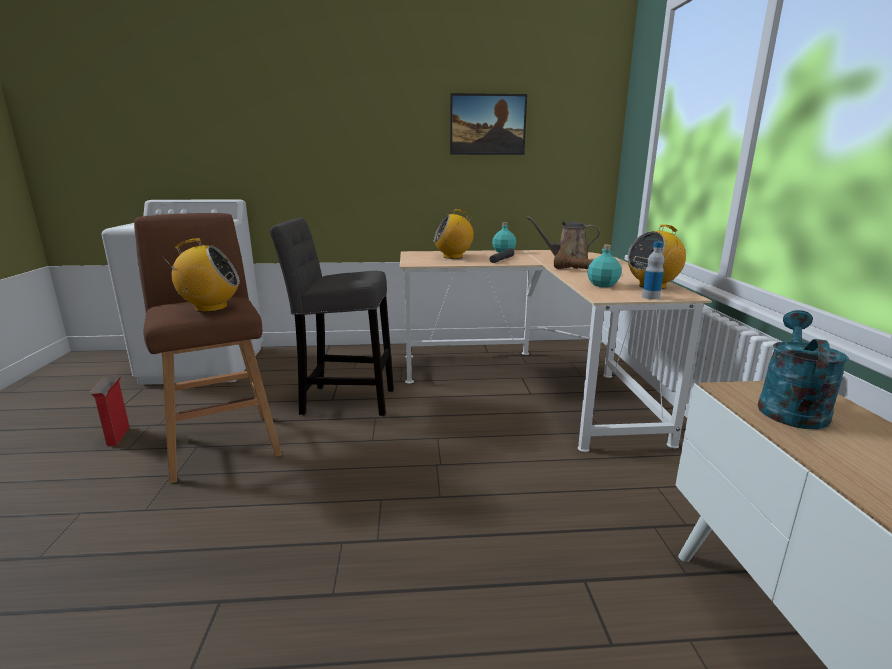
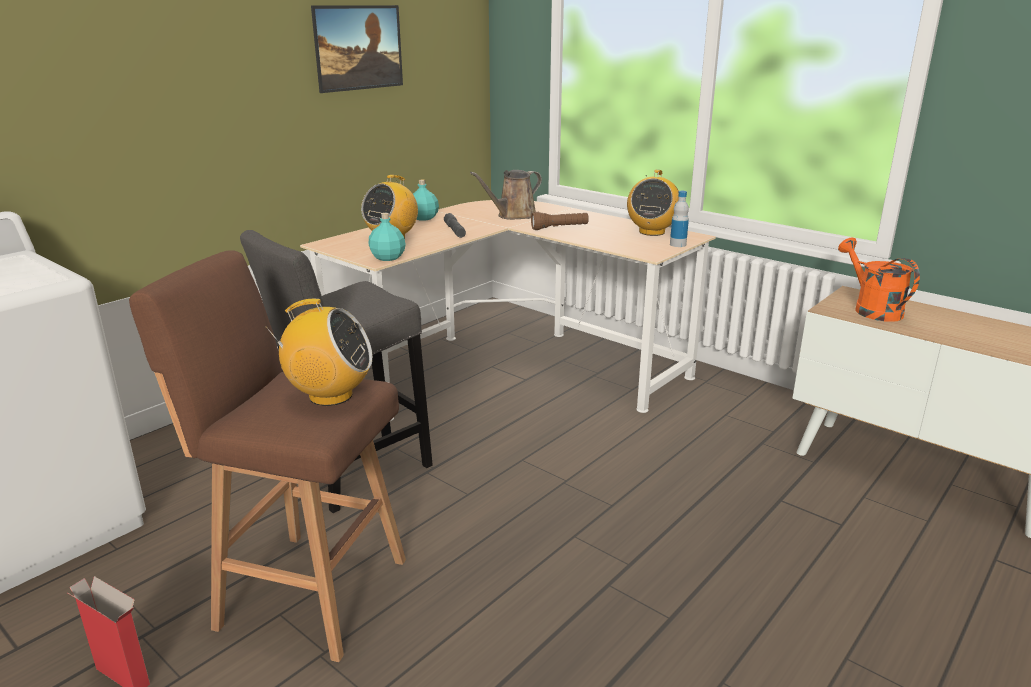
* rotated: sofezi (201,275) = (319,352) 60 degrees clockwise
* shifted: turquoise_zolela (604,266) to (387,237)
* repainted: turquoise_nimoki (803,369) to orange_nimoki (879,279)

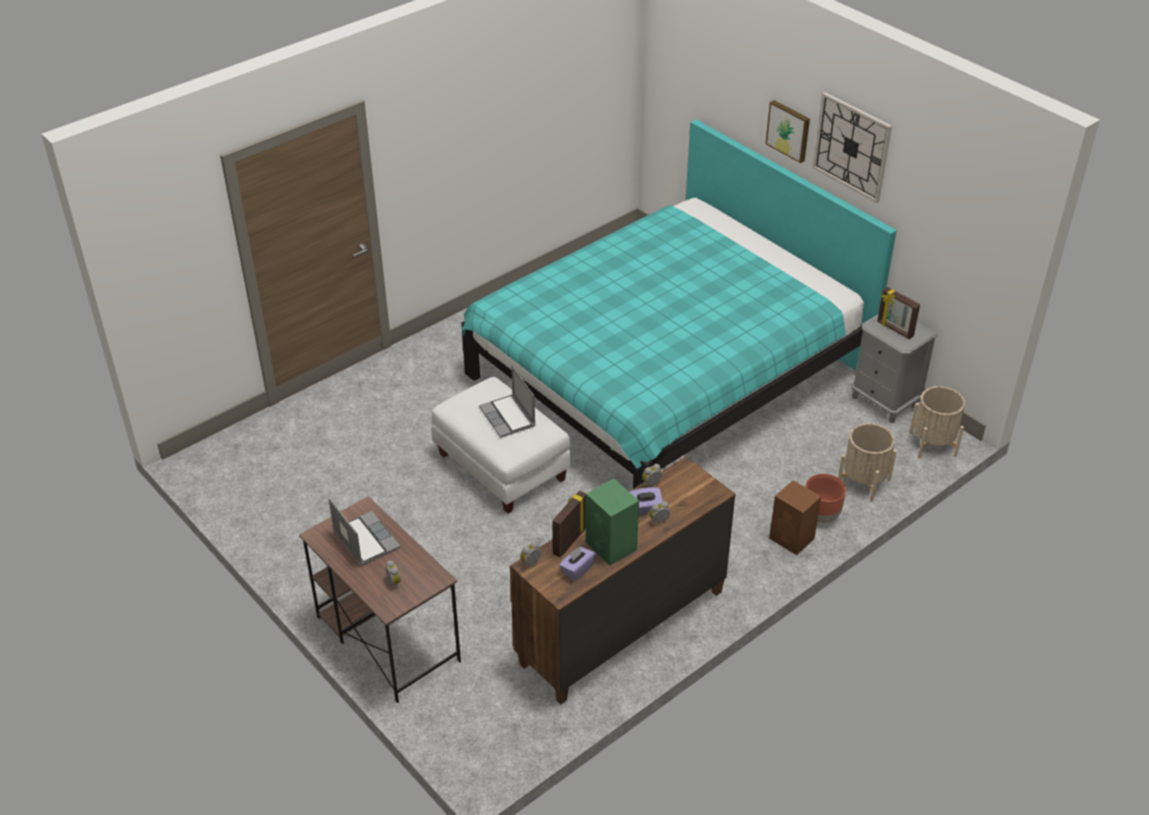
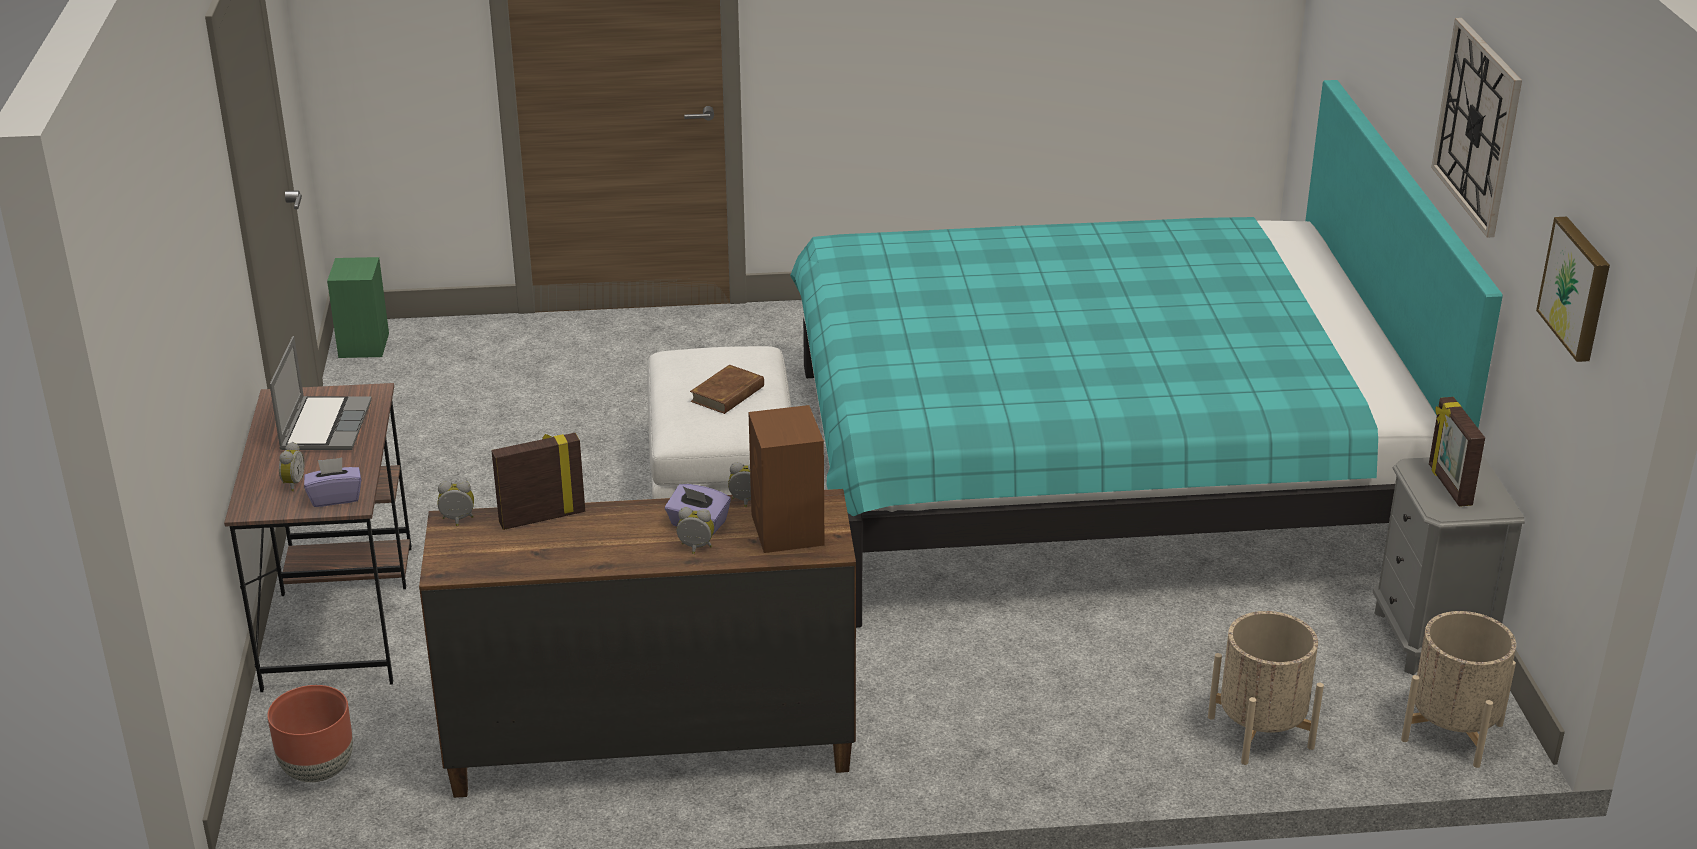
* shifted: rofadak (787,131) to (1573,289)
* swapped: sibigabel (507,402) to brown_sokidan (727,389)
* shifted: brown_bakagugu (825,498) to (310,733)
* shifted: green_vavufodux (612,522) to (358,307)
* shifted: brown_vavufodux (795,517) to (786,479)
* shifted: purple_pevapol (577,563) to (332,482)

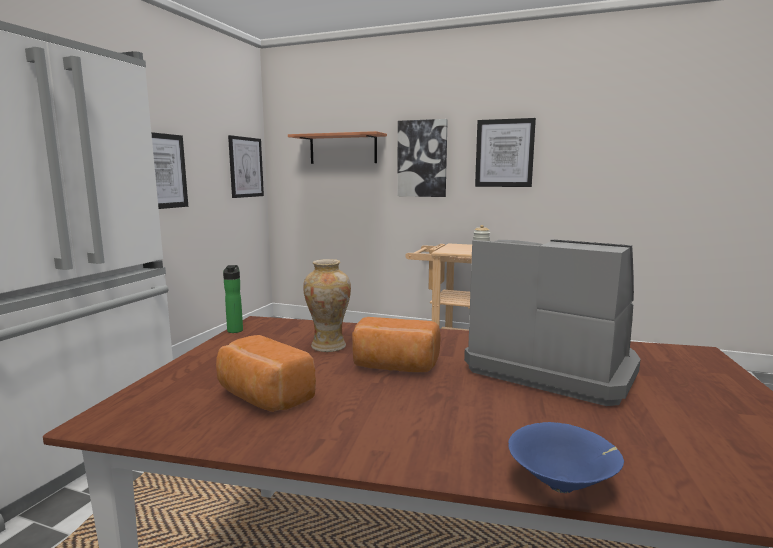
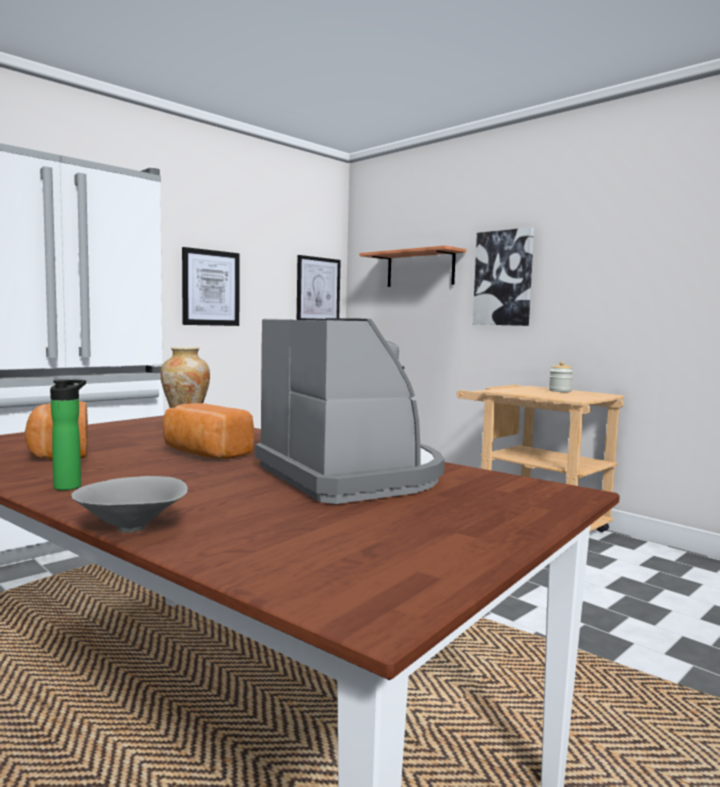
* gone: rofadak (505,152)
* shifted: zolela (233,299) to (68,434)
* repainted: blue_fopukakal (566,457) to grey_fopukakal (129,504)

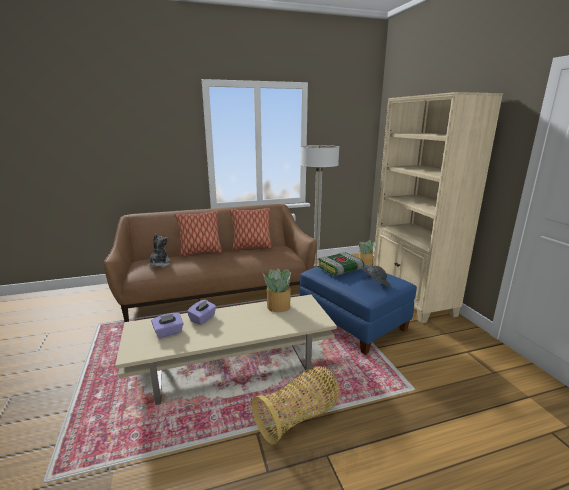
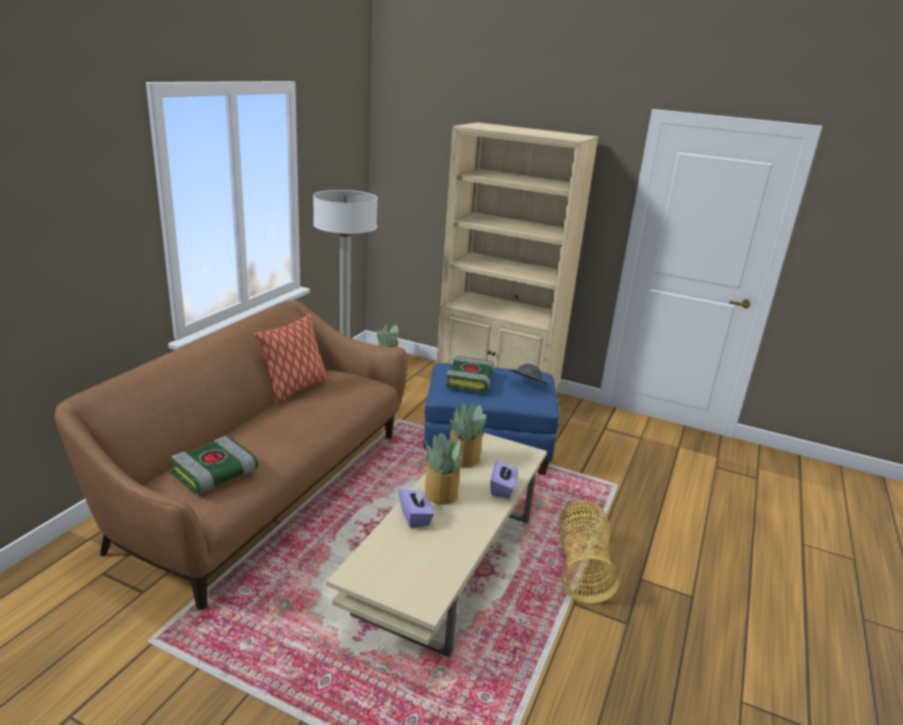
* gone: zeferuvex (199,233)
* swapped: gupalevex (160,250) to sokidan (213,465)
* shifted: purple_pevapol (167,325) to (504,480)
* new: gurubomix (444,468)

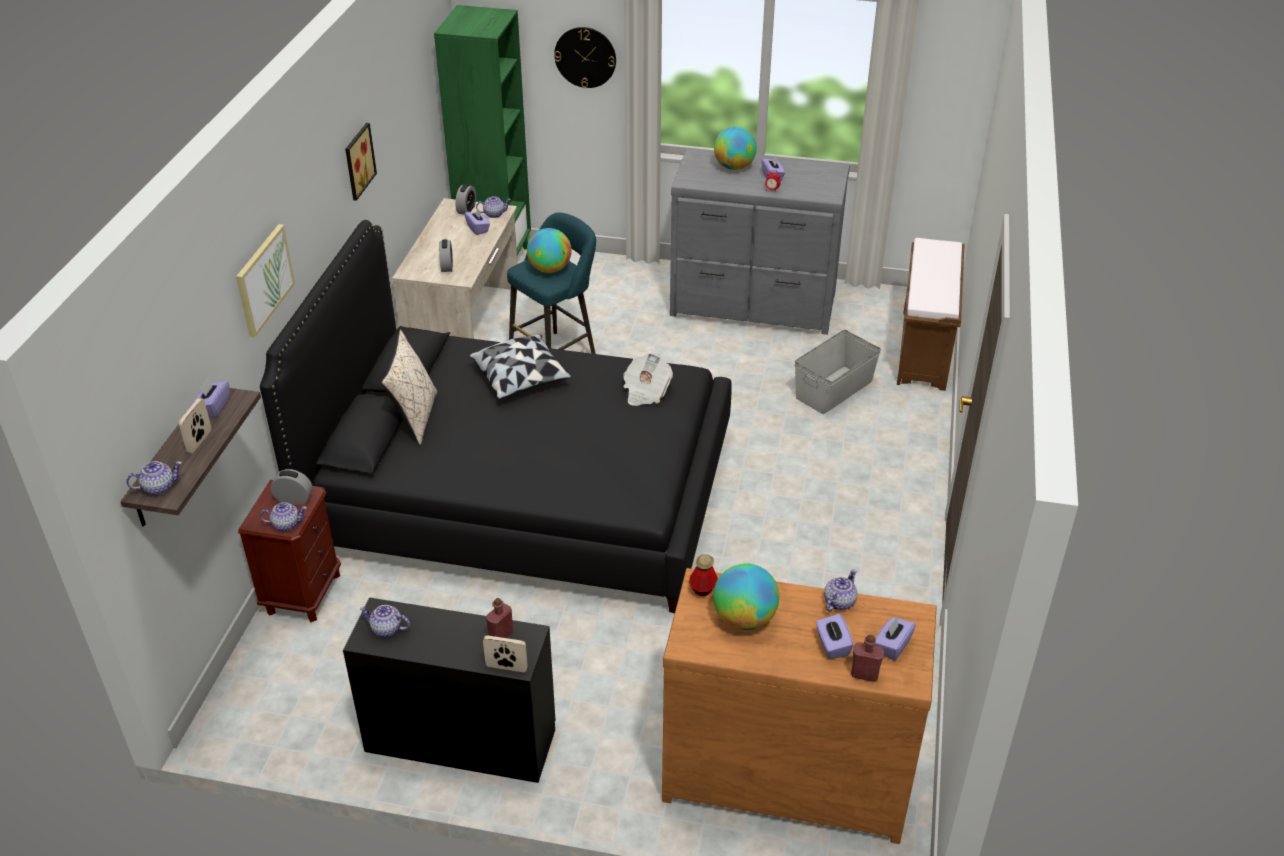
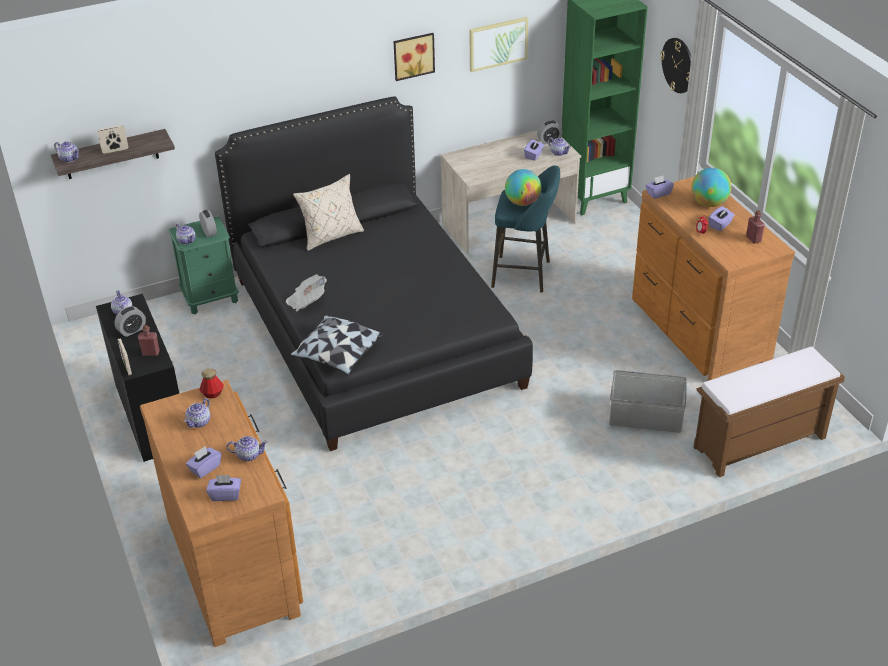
* repainted: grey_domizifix (760,242) to brown_domizifix (713,278)
* shifted: rofadak (265,280) to (499,44)
* shifted: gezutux (446,255) to (130,321)
* shifted: zeferuvex (520,367) to (337,345)
* shifted: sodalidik (648,379) to (306,292)
* shifted: purple_pevapol (210,398) to (660,187)
* repainted: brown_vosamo (289,551) to green_vosamo (203,265)
* swapped: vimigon (746,596) to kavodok (197,413)
* shifted: red_zolela (867,658) to (755,226)

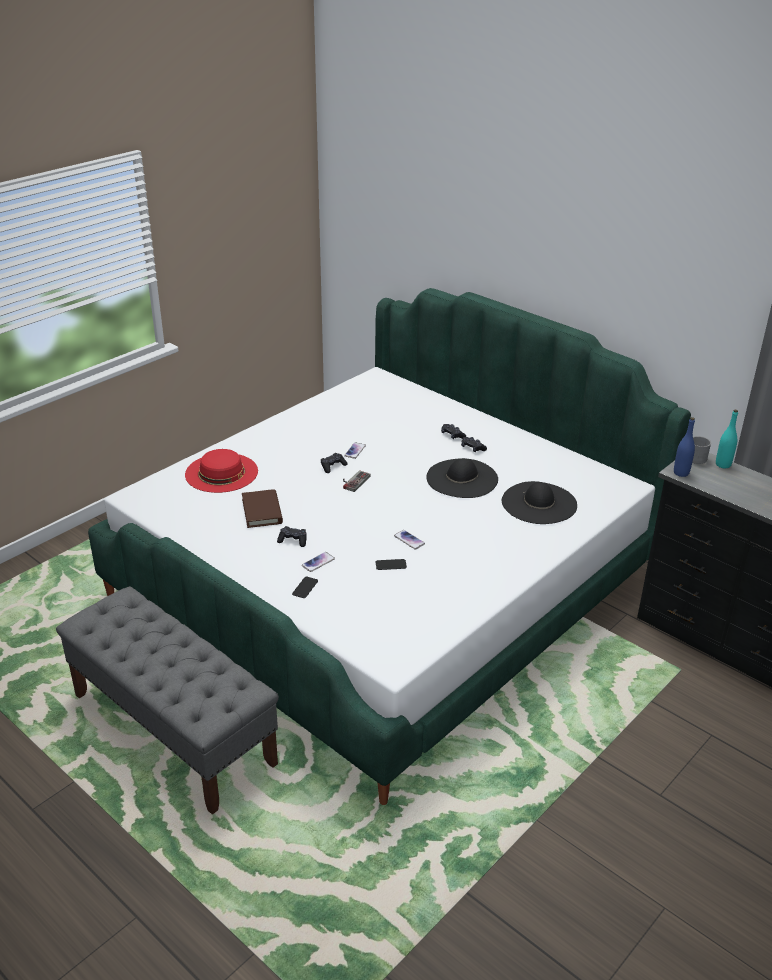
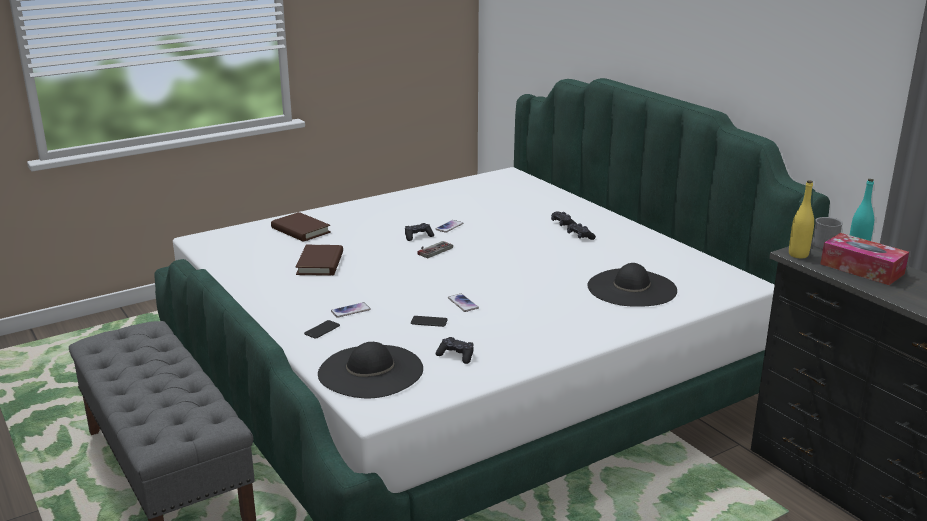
* repainted: blue_zolela (684,447) to yellow_zolela (801,219)
* swapped: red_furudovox (221,471) to brown_sokidan (301,227)
* shifted: black_furudovox (462,478) to (370,370)
* shifted: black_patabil (292,536) to (455,350)
* new: pevapol (864,259)

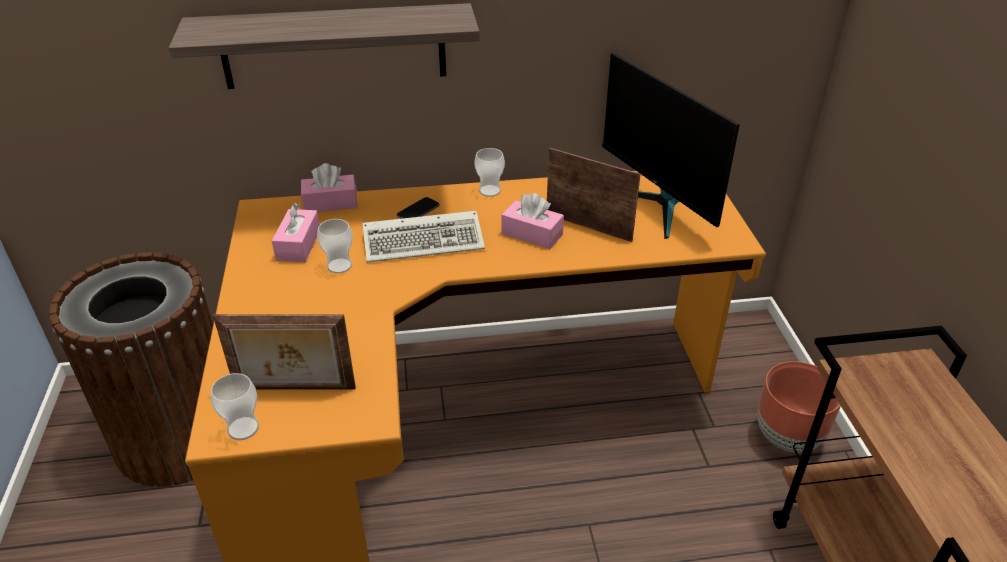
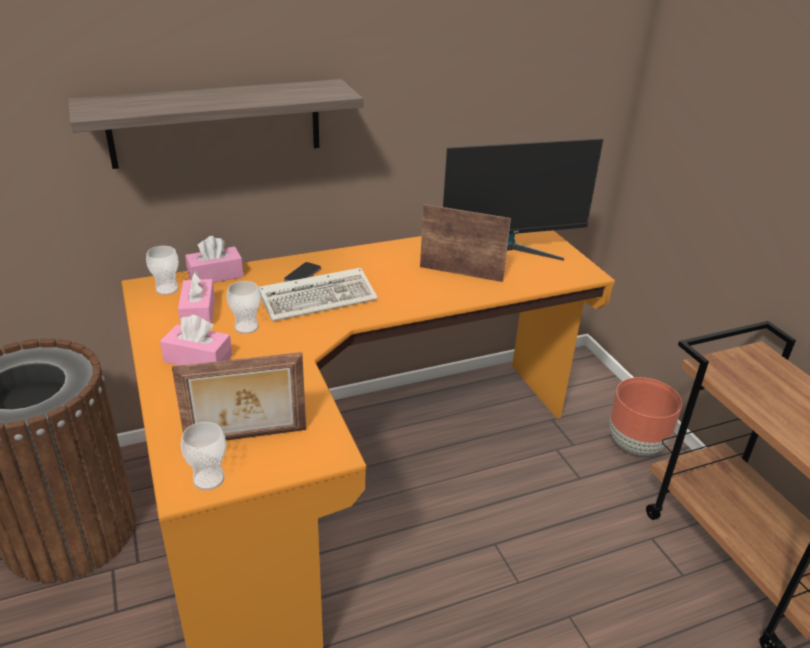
* rotated: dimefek (671,146) = (523,200) 60 degrees counterclockwise
* shifted: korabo (490,172) to (162,270)
* shifted: pink_pevapol (532,221) to (196,340)

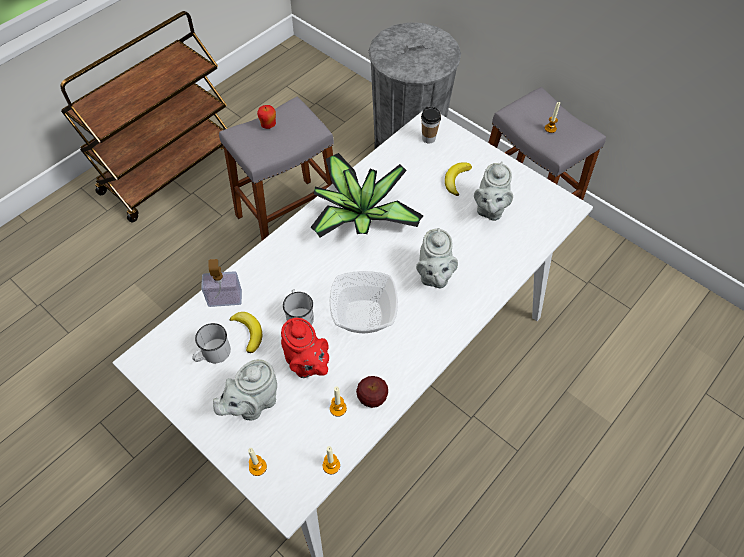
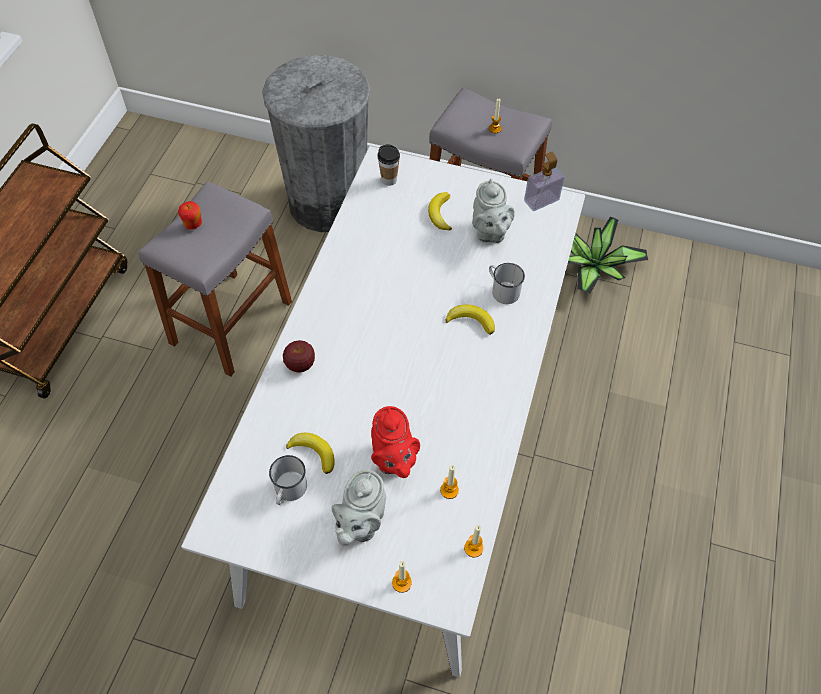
* shifted: gurubomix (367,195) to (608,255)
* swapped: grey_kavodok (437,258) to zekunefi (470,320)
* shifted: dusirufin (221,283) to (544,181)
* gone: fopukakal (364,302)
* shifted: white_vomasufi (298,307) to (507,283)
* rotated: red_kavodok (305,348) = (395,442) 45 degrees clockwise
* shifted: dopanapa (372,392) to (299,356)

